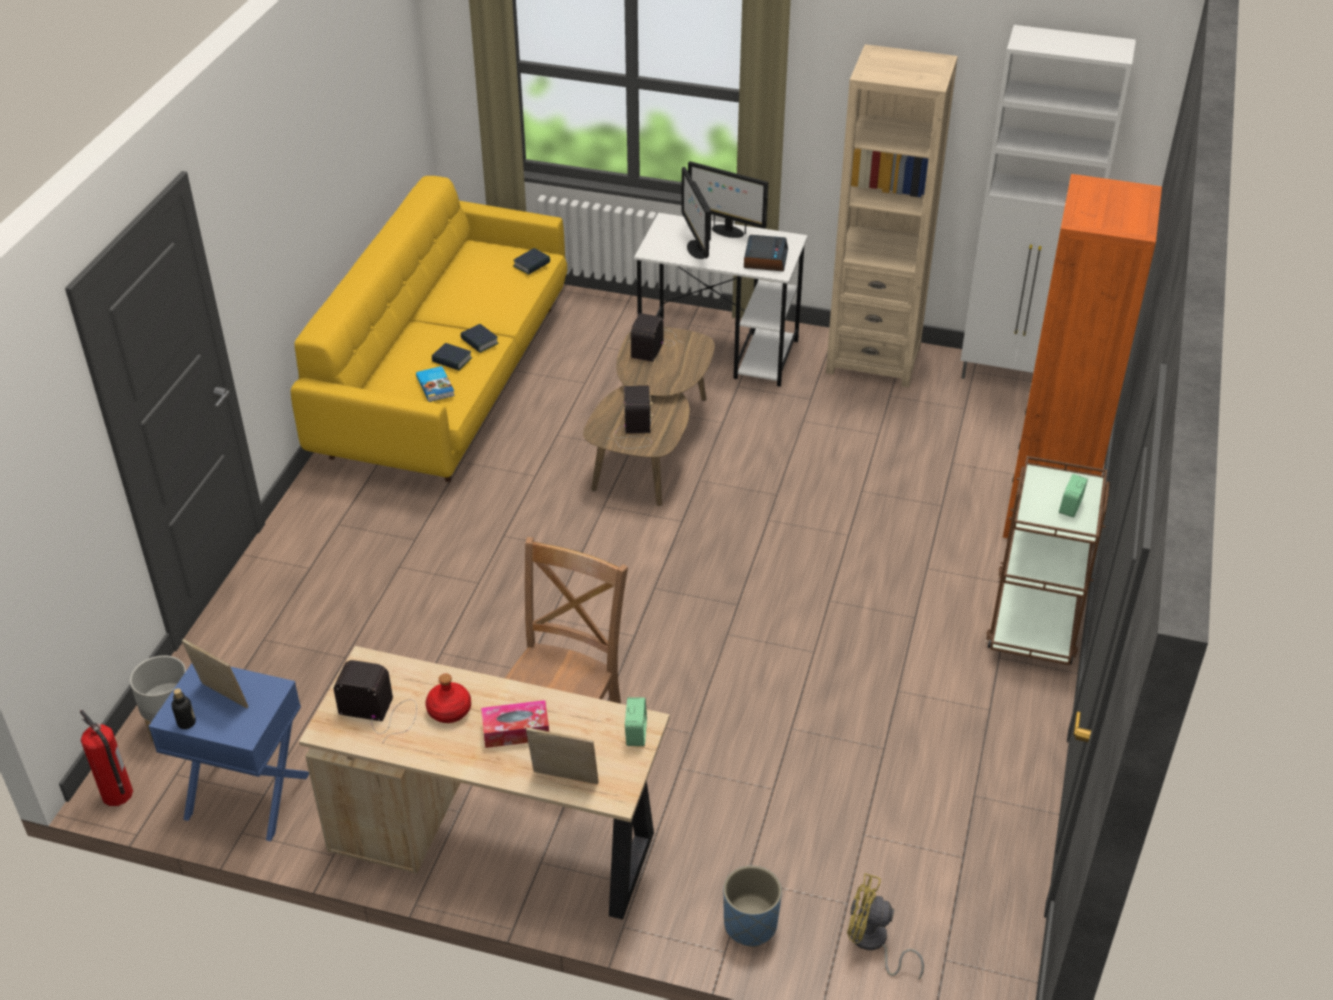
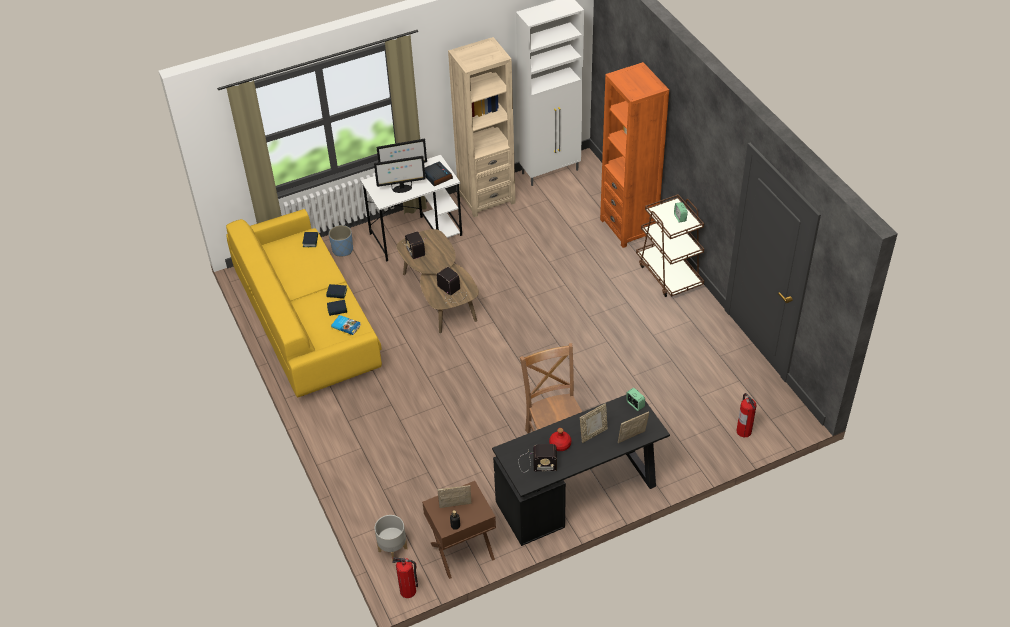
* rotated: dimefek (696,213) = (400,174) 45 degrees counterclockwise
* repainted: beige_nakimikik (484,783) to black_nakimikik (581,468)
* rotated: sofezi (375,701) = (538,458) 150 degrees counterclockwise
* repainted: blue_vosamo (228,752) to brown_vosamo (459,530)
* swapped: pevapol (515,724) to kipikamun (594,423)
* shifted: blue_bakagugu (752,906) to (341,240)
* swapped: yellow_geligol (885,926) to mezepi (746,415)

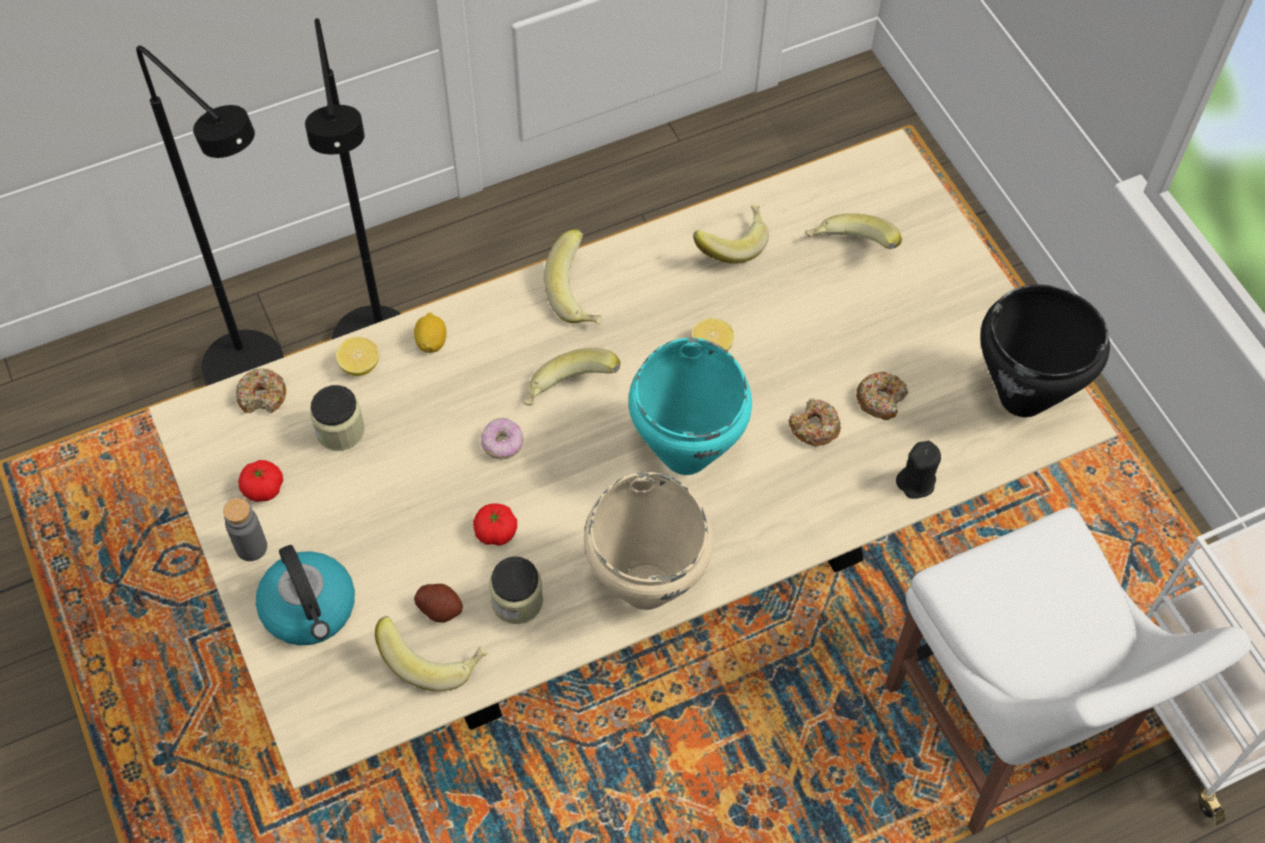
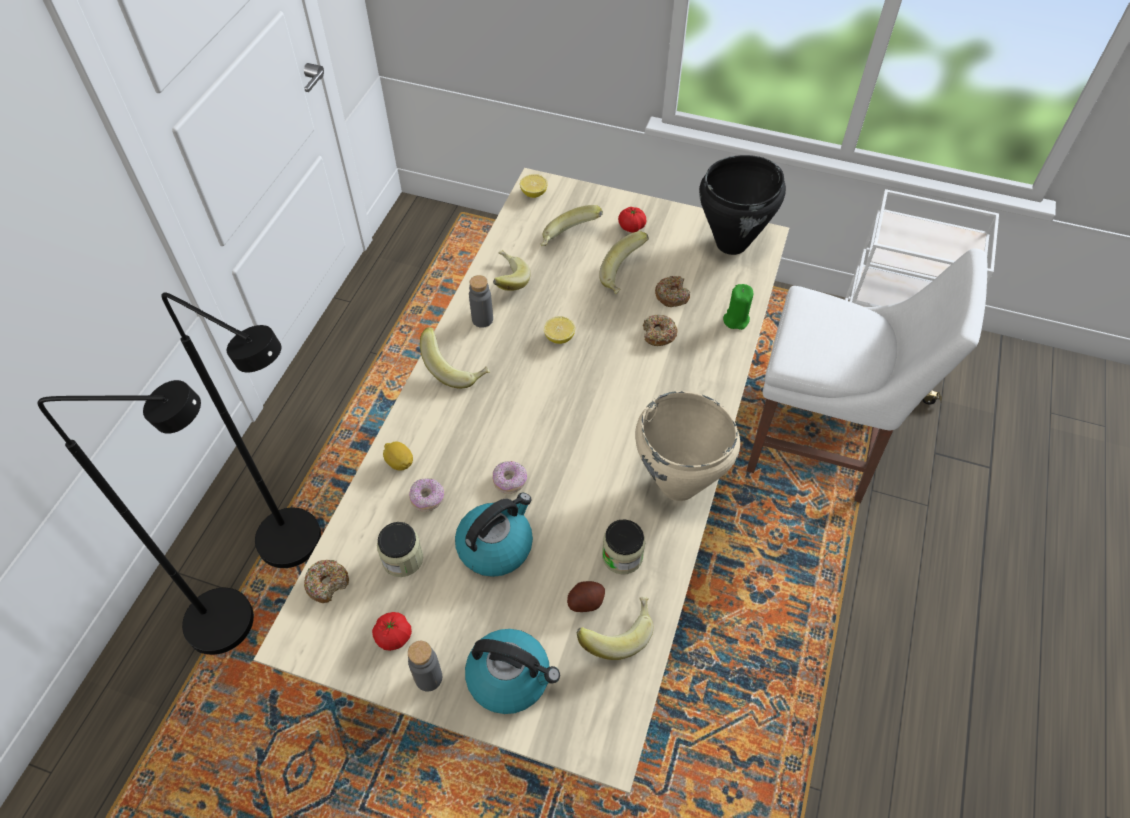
* shifted: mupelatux (357,356) to (533,186)
* gone: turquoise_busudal (690,406)
* shifted: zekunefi (571,376) to (624,262)
* repainted: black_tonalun (918,470) to green_tonalun (738,307)
* shifted: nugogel (495,525) to (632,219)
* new: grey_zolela (481,301)
* new: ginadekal (426,495)
* new: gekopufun (494,535)

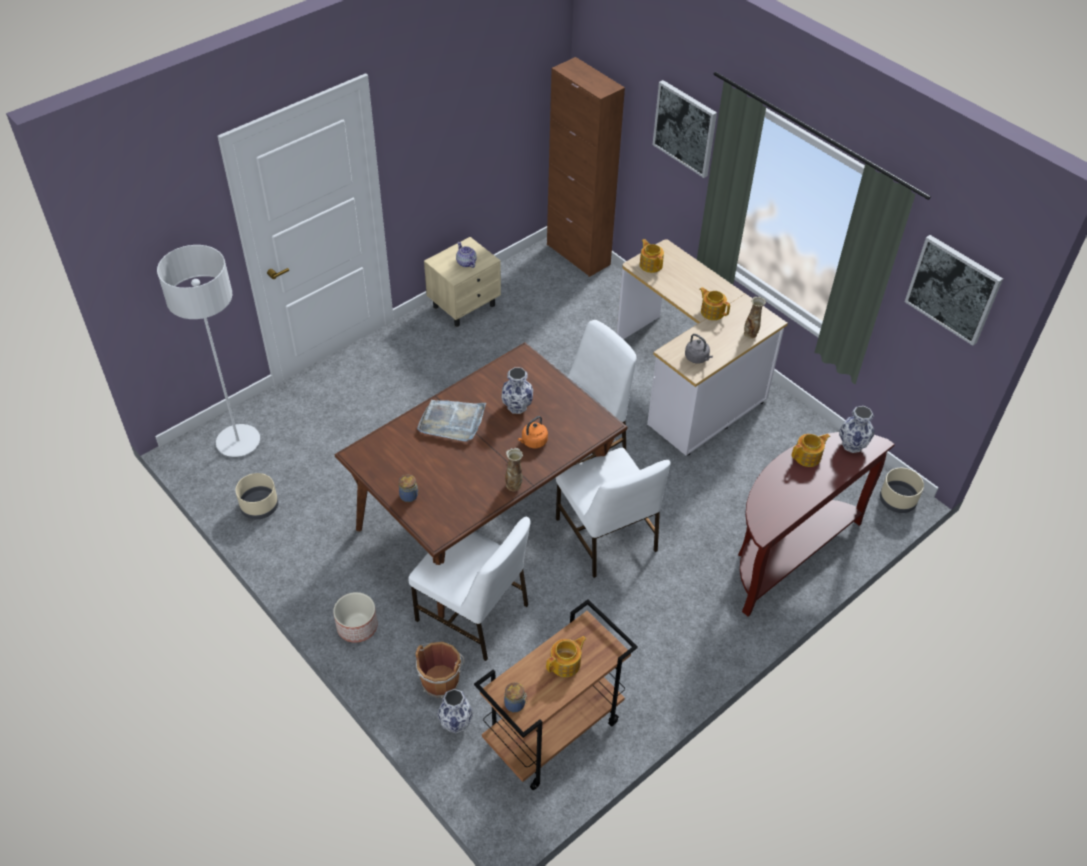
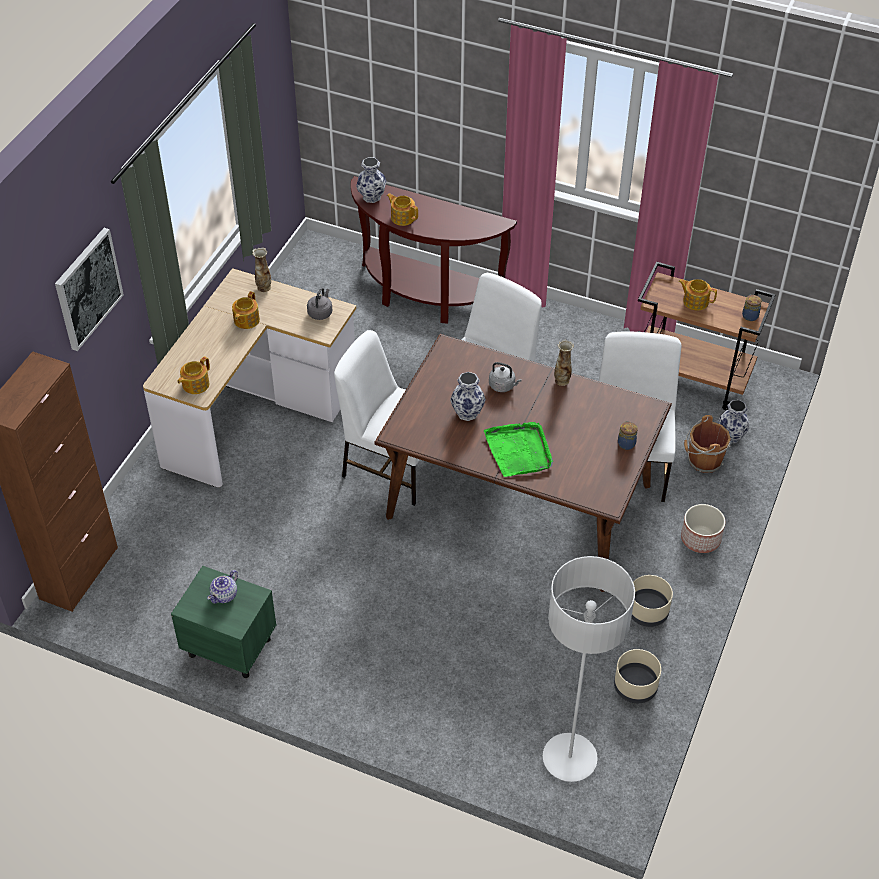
* gone: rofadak (954,290)
* repainted: beige_vosamo (462,282) to green_vosamo (223,622)
* repainted: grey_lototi (451,421) to green_lototi (518,449)
* repainted: orange_gekopufun (533,432) to grey_gekopufun (505,377)
* shifted: beige_bakagugu (902,490) to (652,601)

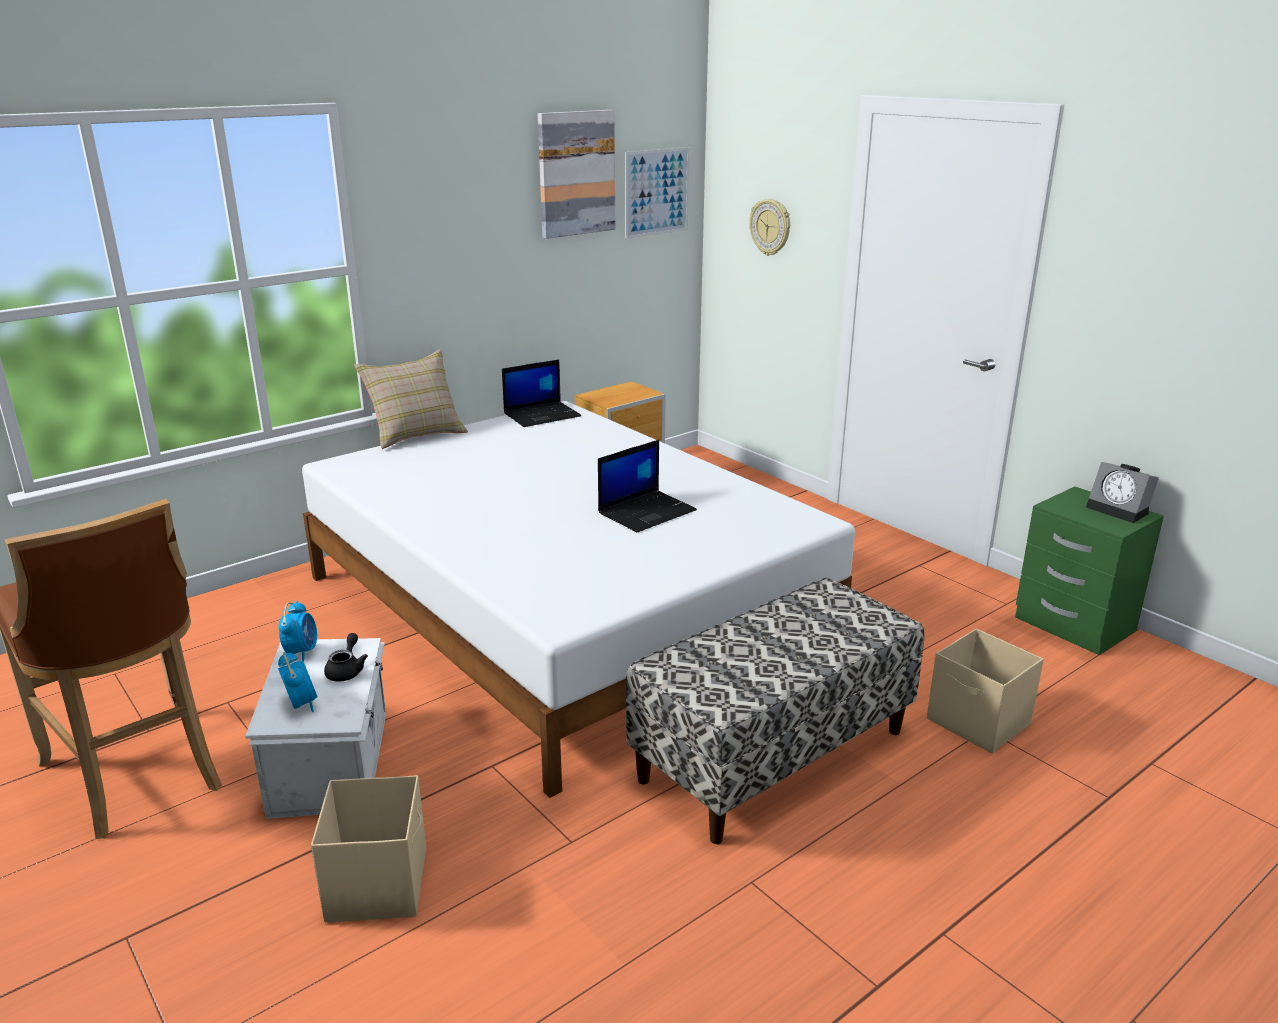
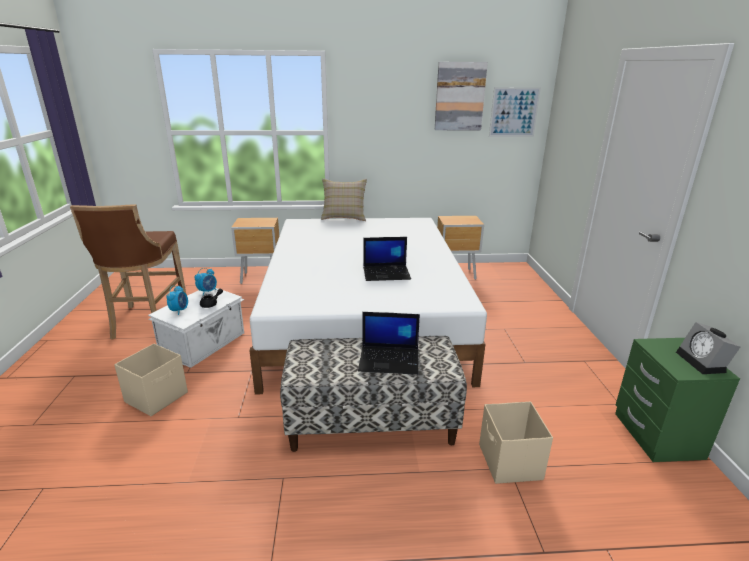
* gone: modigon (770,227)
* shifted: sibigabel (541,393) to (389,343)
* new: brown_vosamo (255,251)

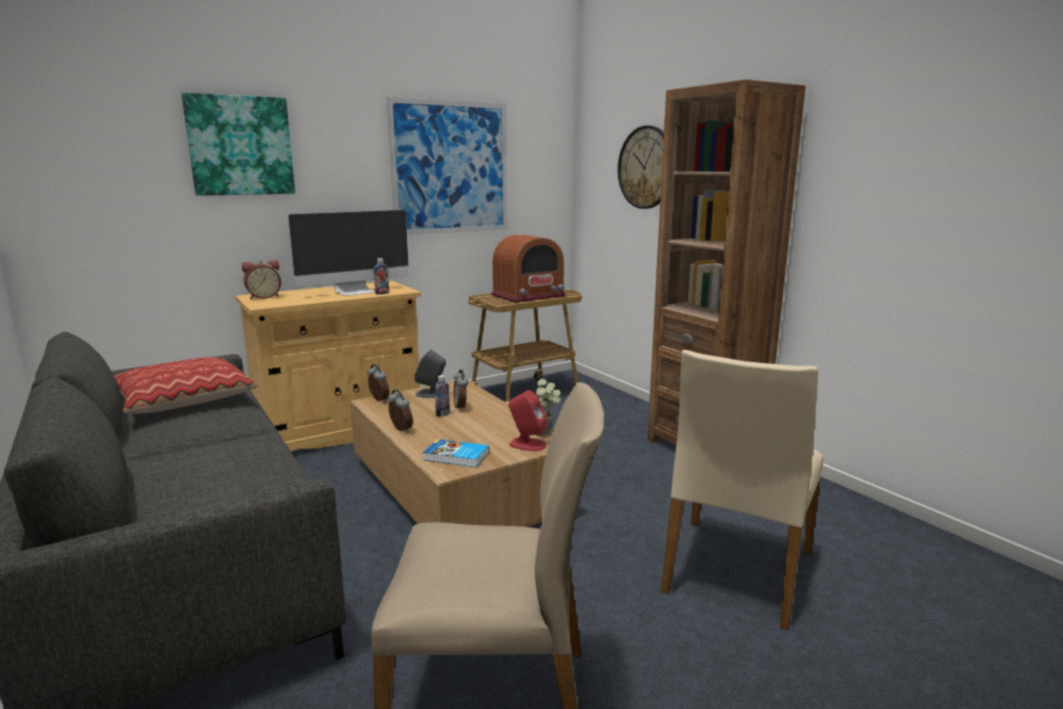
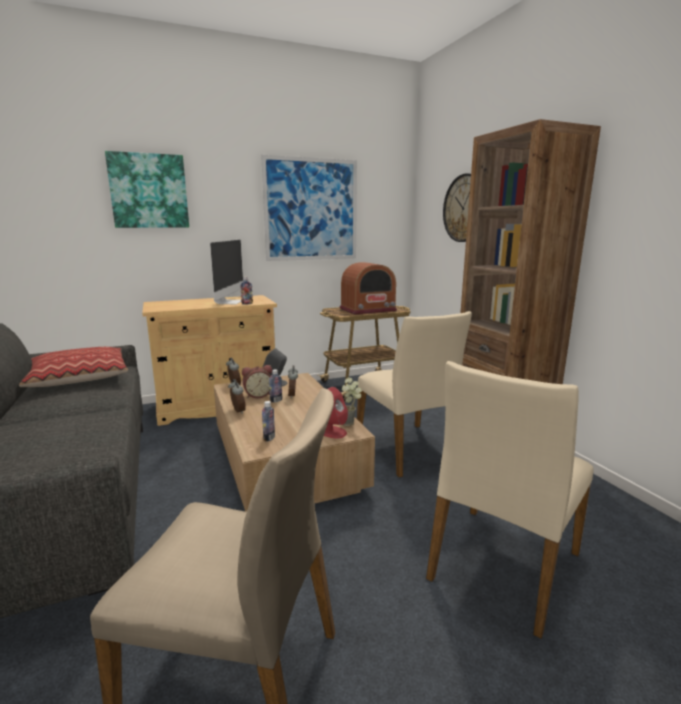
* rotated: dimefek (348,253) = (226,272) 60 degrees counterclockwise
* shifted: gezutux (261,279) to (257,381)
* swapped: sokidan (456,453) to zolela (268,421)
* new: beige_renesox (414,394)

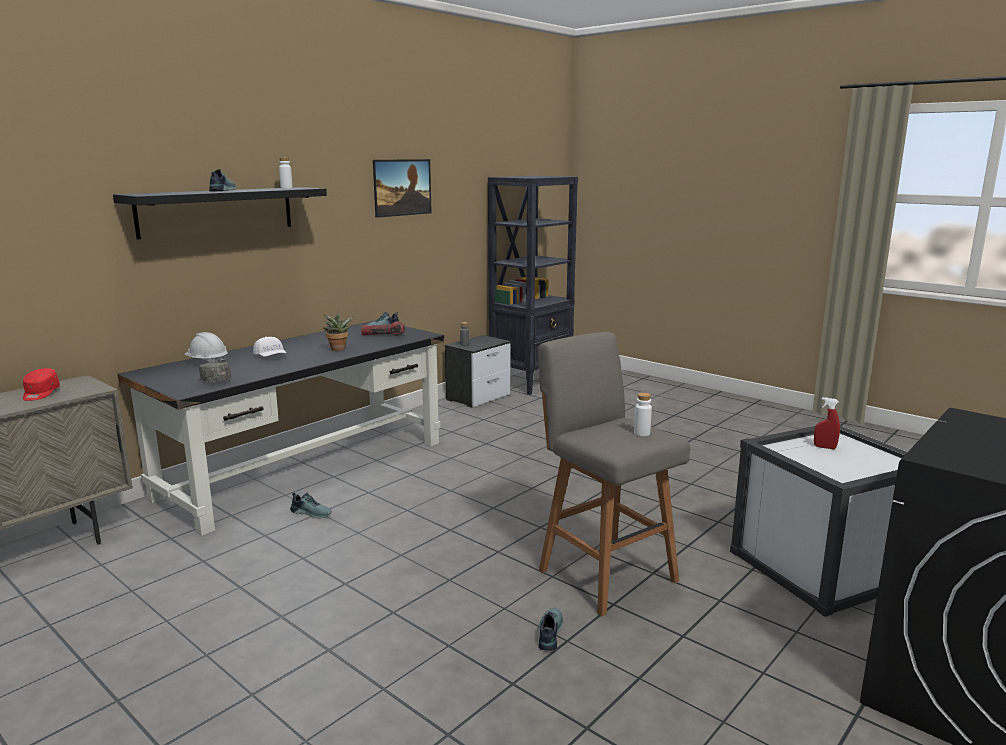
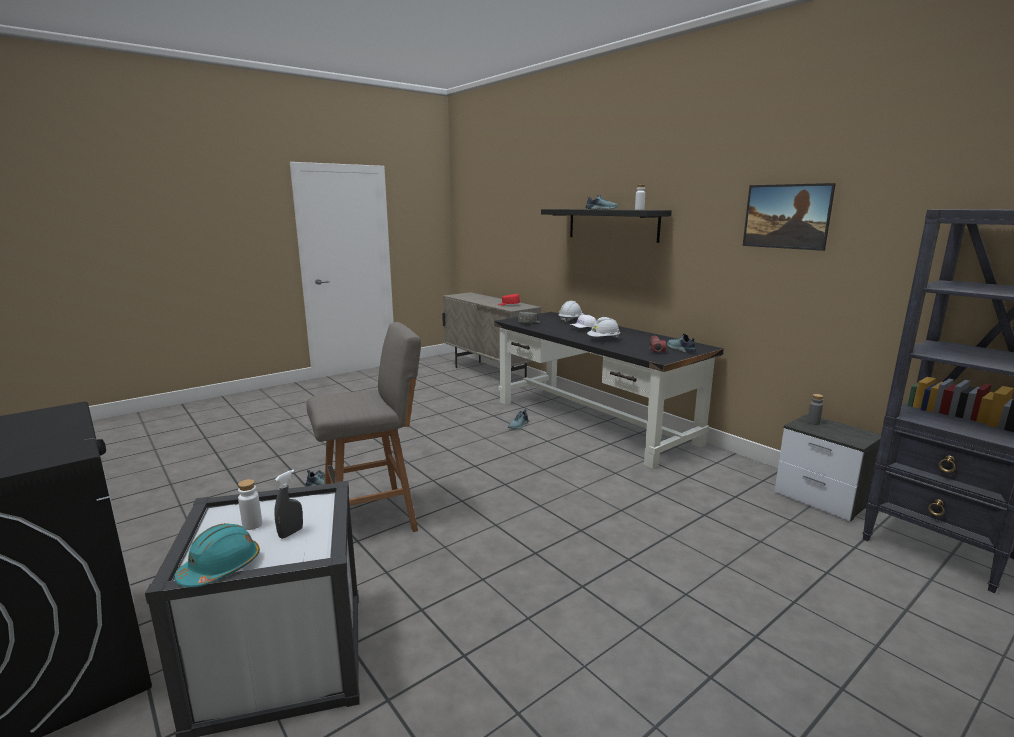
* swapped: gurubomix (338,331) to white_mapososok (603,327)
* shifted: white_zolela (643,414) to (250,504)
* repainted: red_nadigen (827,423) to grey_nadigen (288,504)
* new: turquoise_mapososok (217,555)

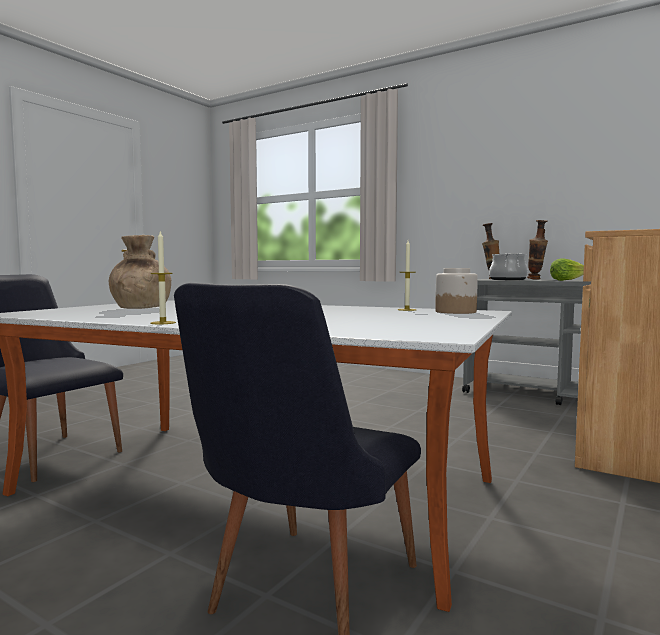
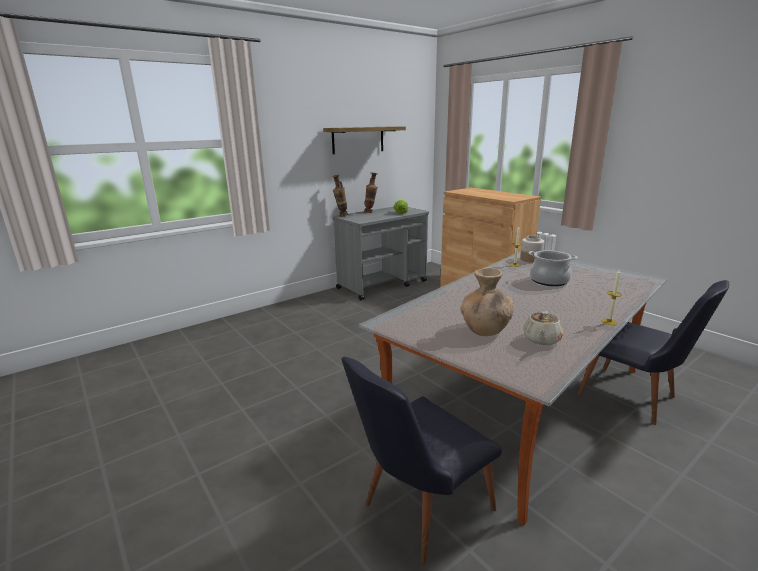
* shifted: busudal (508,266) to (553,268)
* new: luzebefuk (364,140)
* new: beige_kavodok (543,328)

